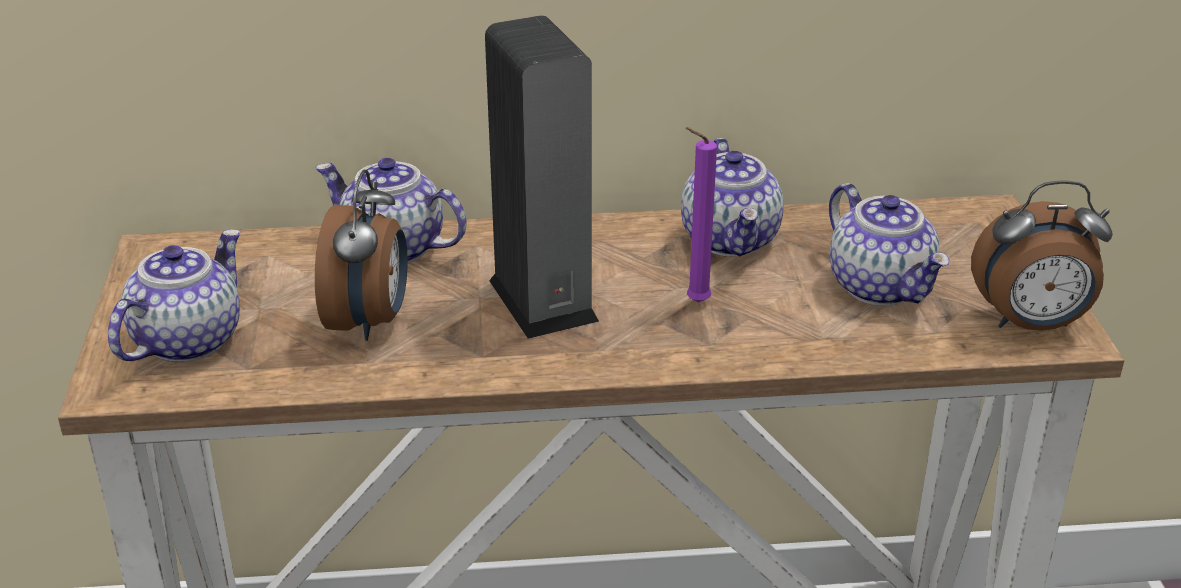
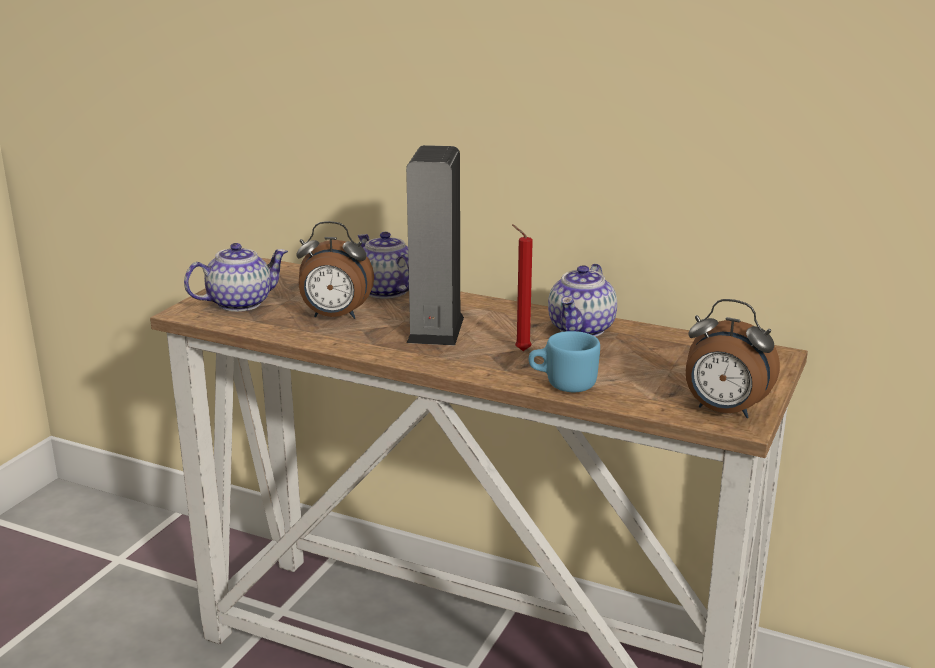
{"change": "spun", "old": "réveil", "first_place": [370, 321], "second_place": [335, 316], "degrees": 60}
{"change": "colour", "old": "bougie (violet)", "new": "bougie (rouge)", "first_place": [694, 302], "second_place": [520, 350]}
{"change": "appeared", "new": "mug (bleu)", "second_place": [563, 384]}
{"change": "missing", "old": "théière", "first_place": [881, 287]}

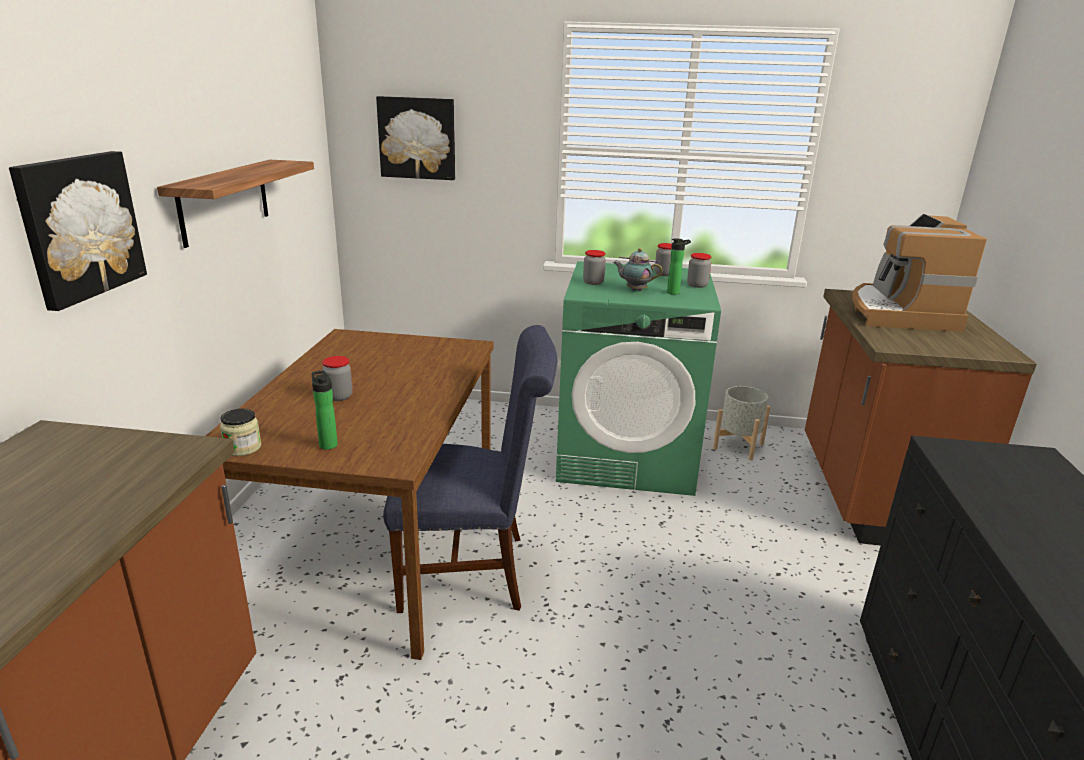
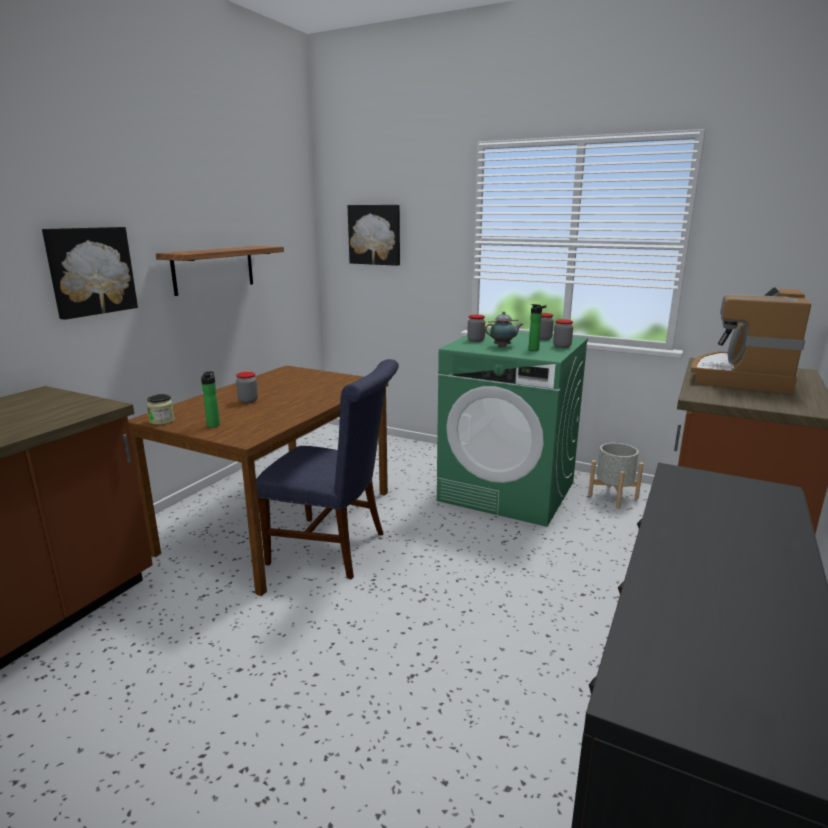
{"change": "spun", "old": "théière", "first_place": [634, 290], "second_place": [503, 346], "degrees": 120}

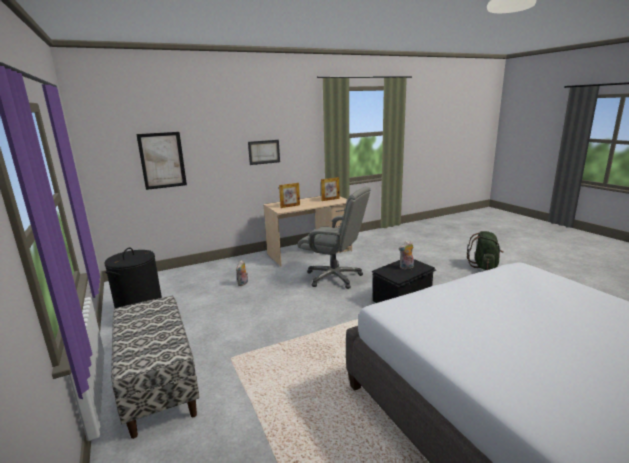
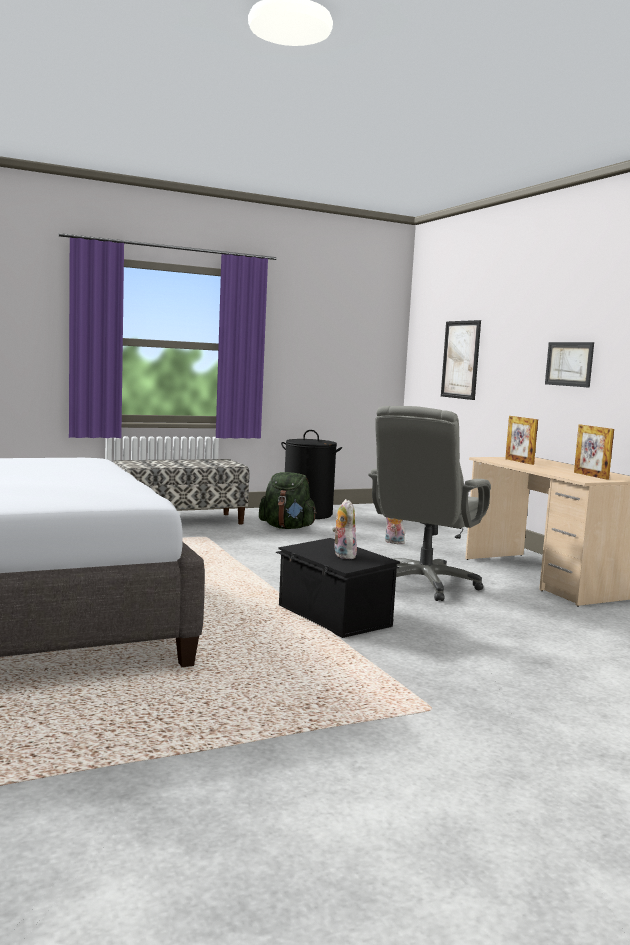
{"change": "relocated", "old": "sac à dos (vert)", "first_place": [484, 266], "second_place": [287, 527]}

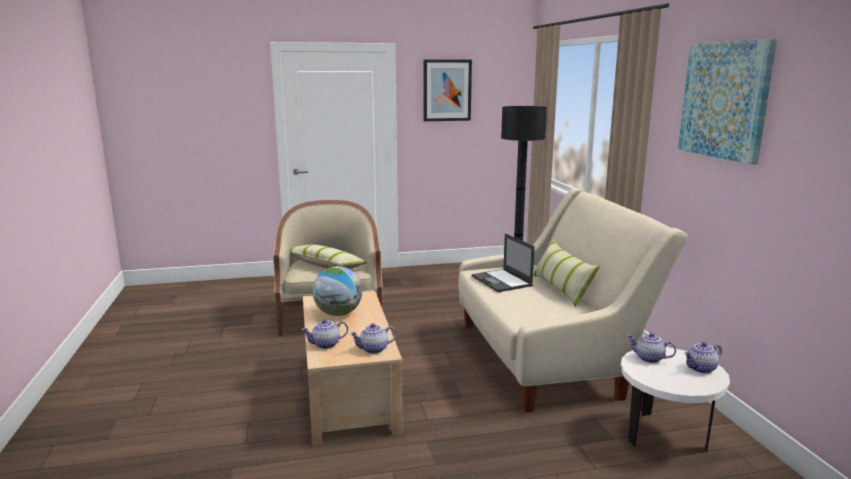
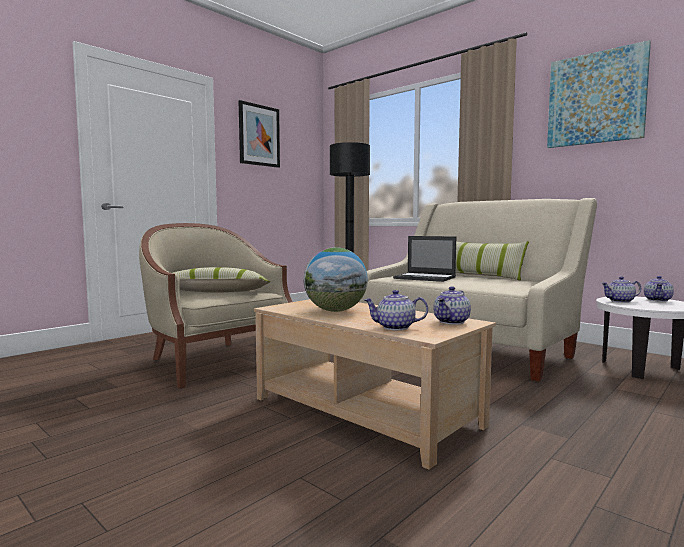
{"change": "spun", "old": "théière", "first_place": [326, 345], "second_place": [395, 327], "degrees": 60}

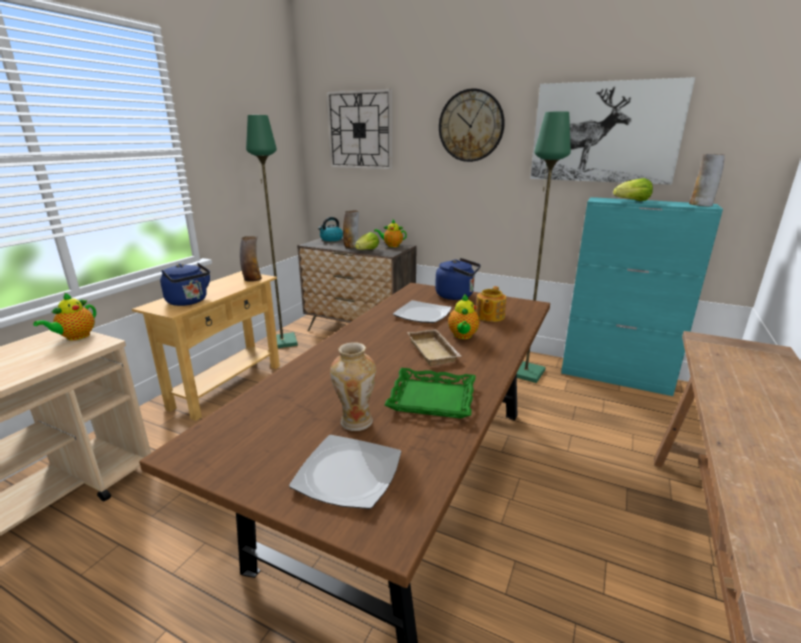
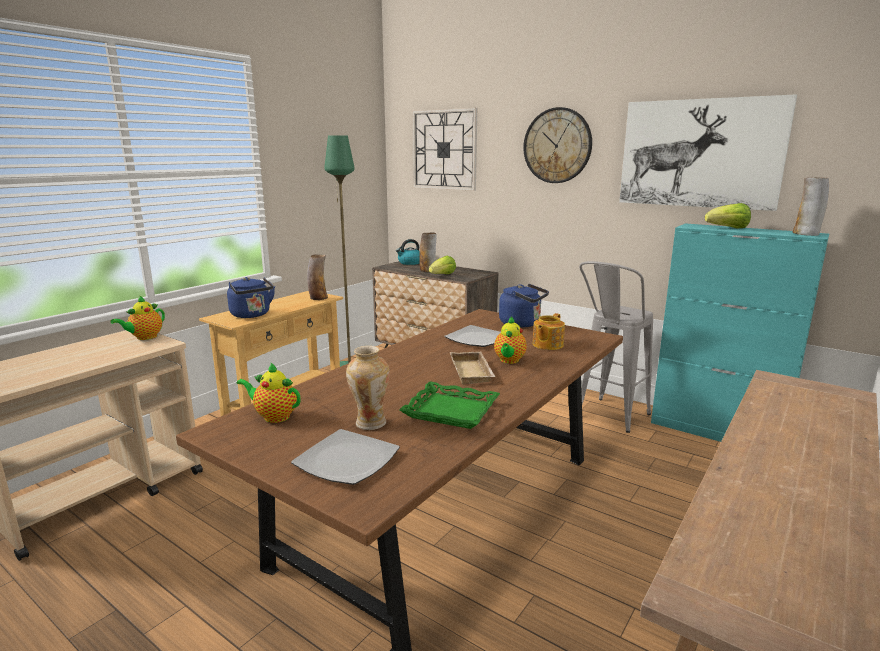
{"change": "relocated", "old": "théière", "first_place": [391, 245], "second_place": [274, 416]}
{"change": "exchanged", "old": "lampadaire (vert)", "new": "tabouret (gris)", "first_place": [525, 372], "second_place": [608, 419]}

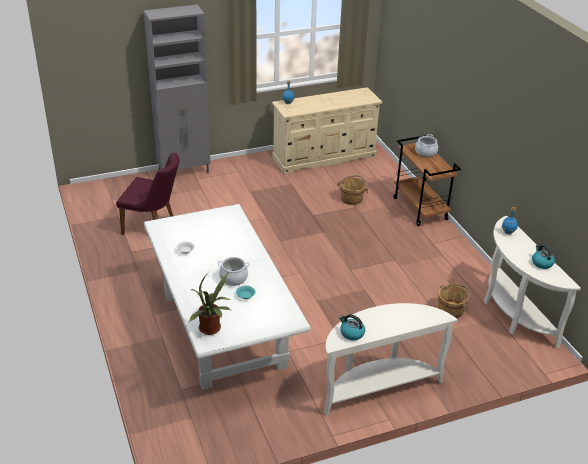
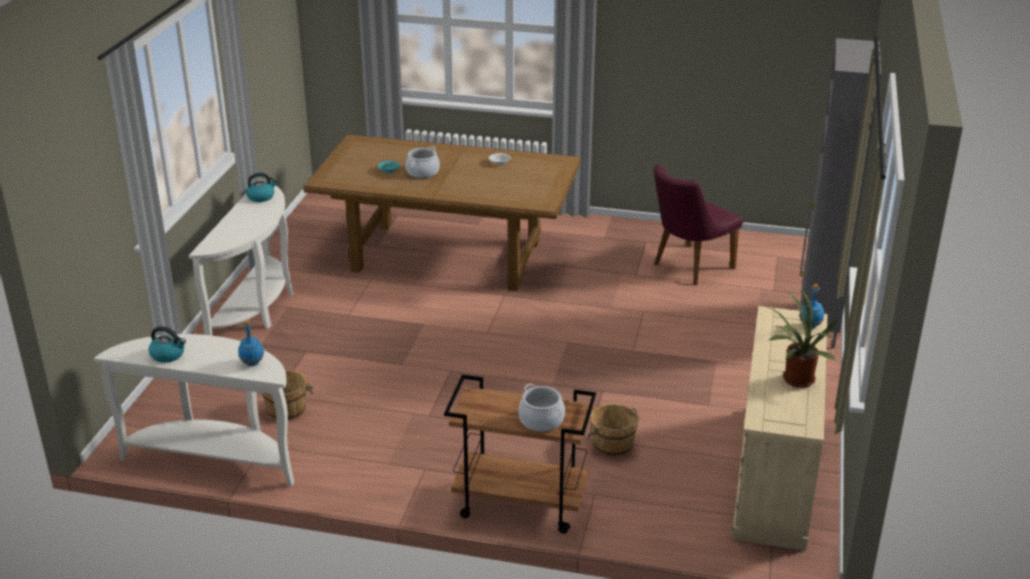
{"change": "colour", "old": "table à manger (blanc)", "new": "table à manger (marron)", "first_place": [223, 331], "second_place": [446, 256]}
{"change": "relocated", "old": "plante en pot", "first_place": [211, 329], "second_place": [795, 380]}

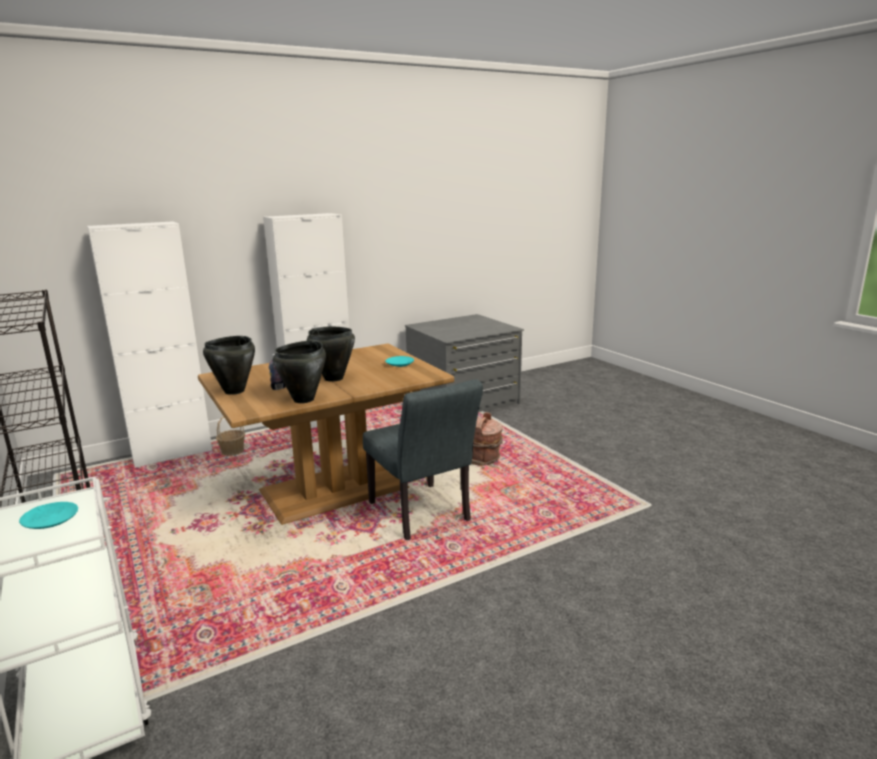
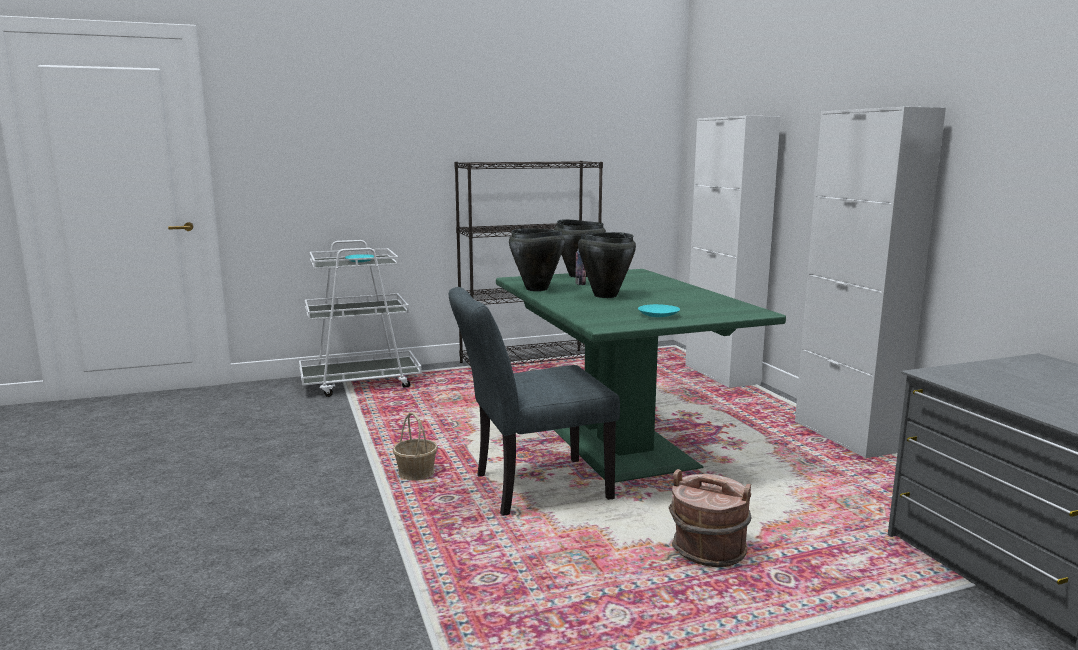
{"change": "relocated", "old": "panier", "first_place": [232, 451], "second_place": [416, 474]}
{"change": "colour", "old": "table à manger (marron)", "new": "table à manger (vert)", "first_place": [333, 489], "second_place": [619, 443]}

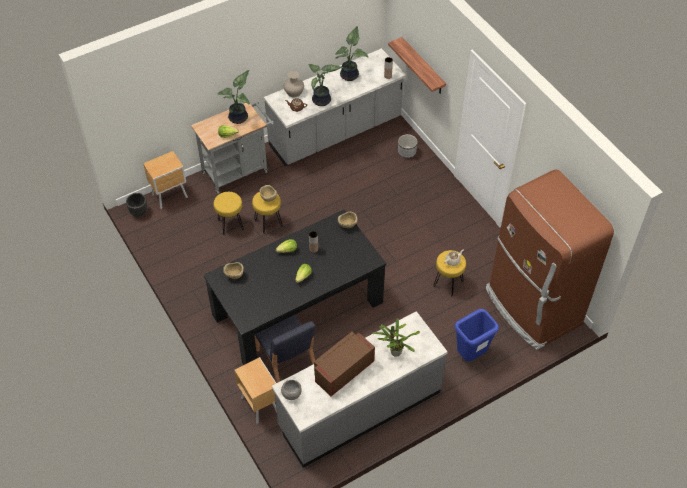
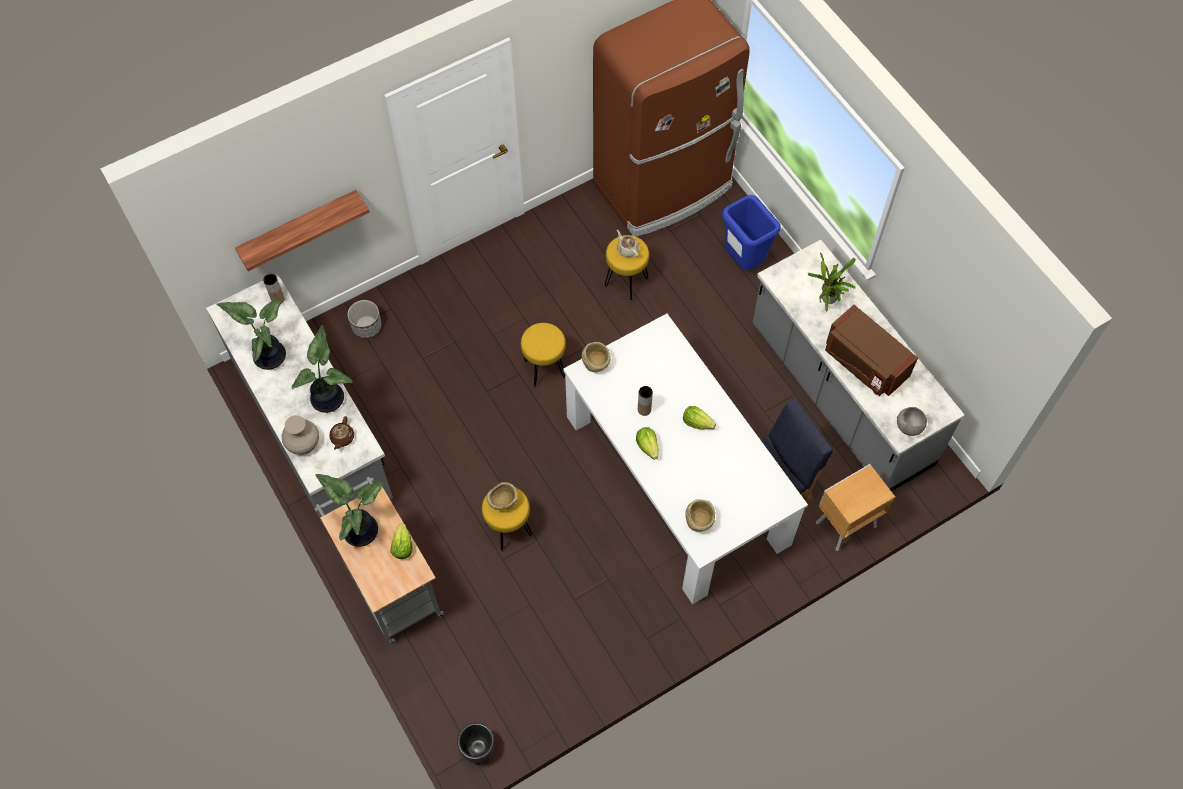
{"change": "relocated", "old": "tabouret (jaune)", "first_place": [231, 225], "second_place": [545, 368]}
{"change": "colour", "old": "table à manger (noir)", "new": "table à manger (blanc)", "first_place": [297, 308], "second_place": [676, 479]}
{"change": "missing", "old": "table de chevet (marron)", "first_place": [170, 196]}

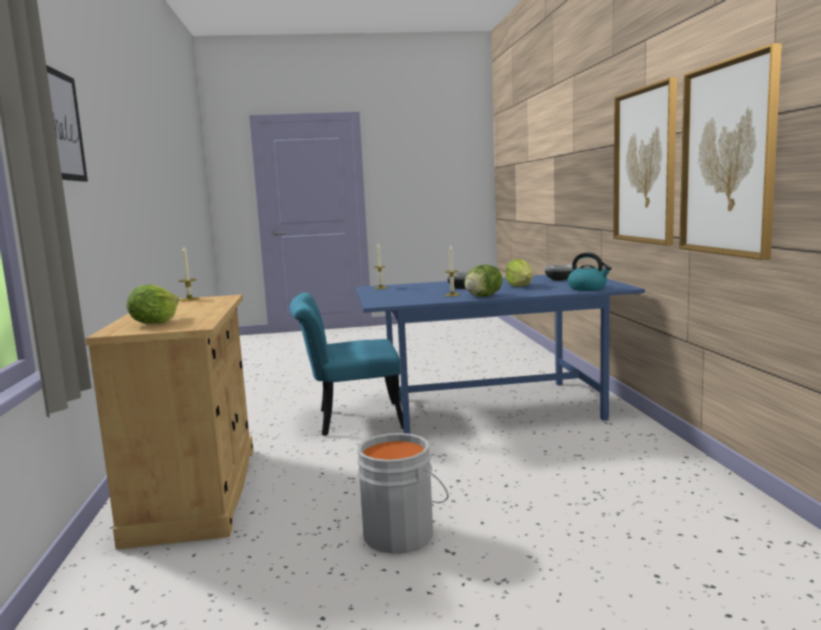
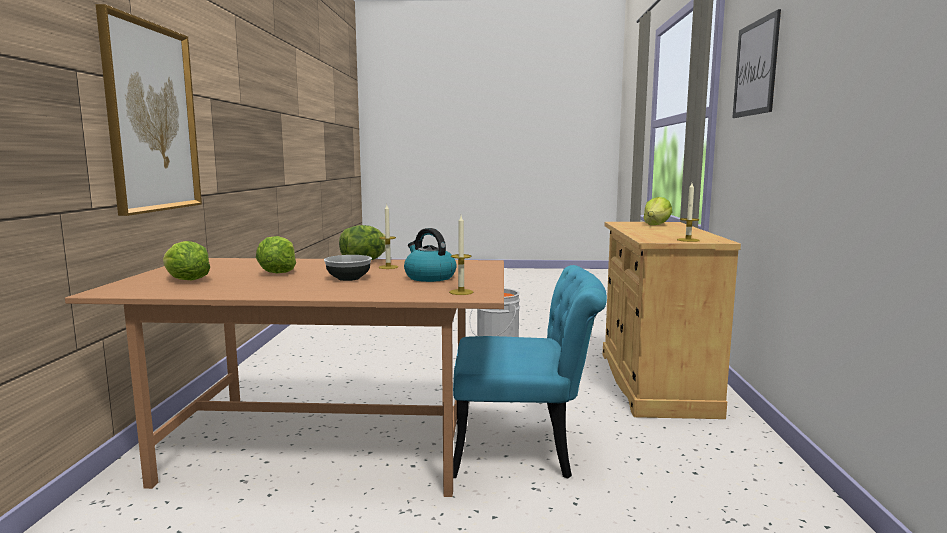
{"change": "colour", "old": "table à manger (bleu)", "new": "table à manger (marron)", "first_place": [492, 407], "second_place": [323, 444]}
{"change": "exchanged", "old": "bol", "new": "laitue", "first_place": [559, 279], "second_place": [186, 280]}
{"change": "relocated", "old": "bouilloire", "first_place": [588, 288], "second_place": [429, 277]}
{"change": "missing", "old": "tableau", "first_place": [727, 159]}

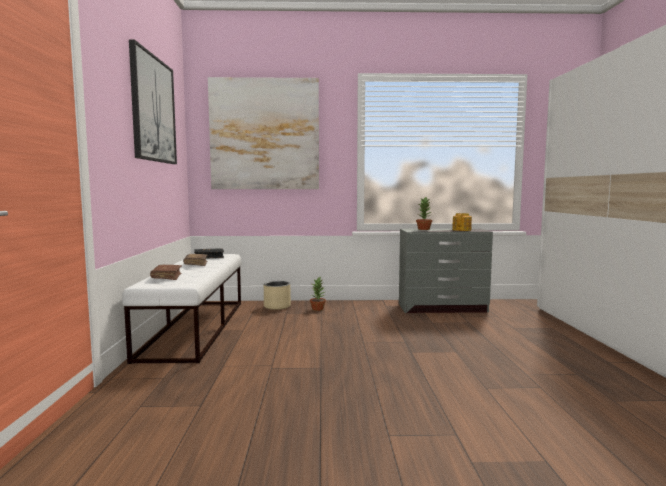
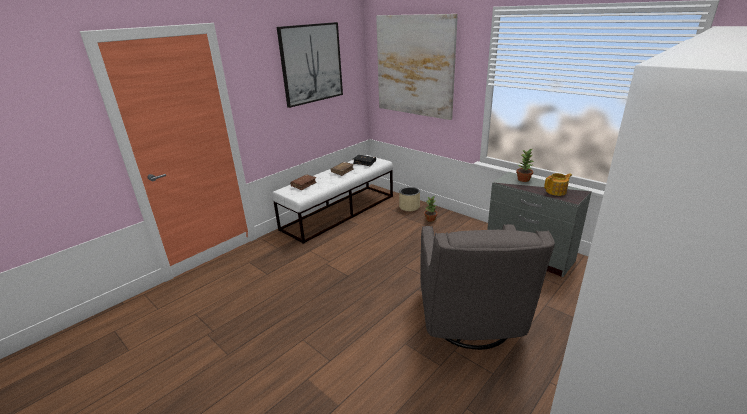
{"change": "appeared", "new": "fauteuil (gris)", "second_place": [471, 323]}

